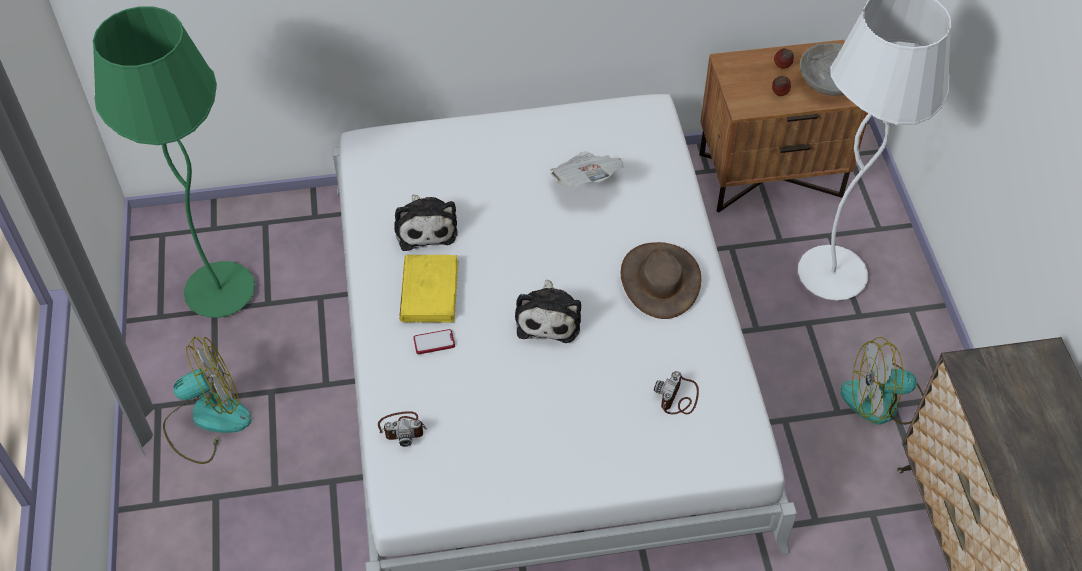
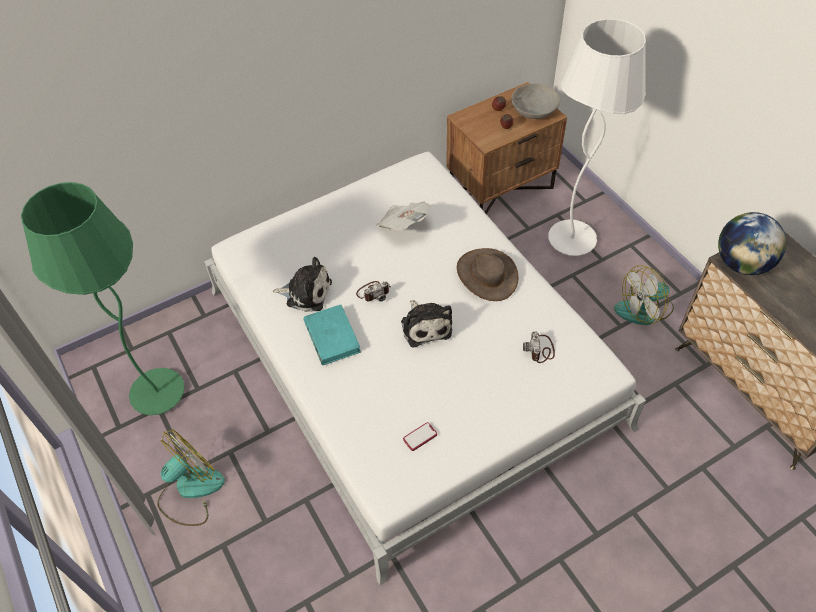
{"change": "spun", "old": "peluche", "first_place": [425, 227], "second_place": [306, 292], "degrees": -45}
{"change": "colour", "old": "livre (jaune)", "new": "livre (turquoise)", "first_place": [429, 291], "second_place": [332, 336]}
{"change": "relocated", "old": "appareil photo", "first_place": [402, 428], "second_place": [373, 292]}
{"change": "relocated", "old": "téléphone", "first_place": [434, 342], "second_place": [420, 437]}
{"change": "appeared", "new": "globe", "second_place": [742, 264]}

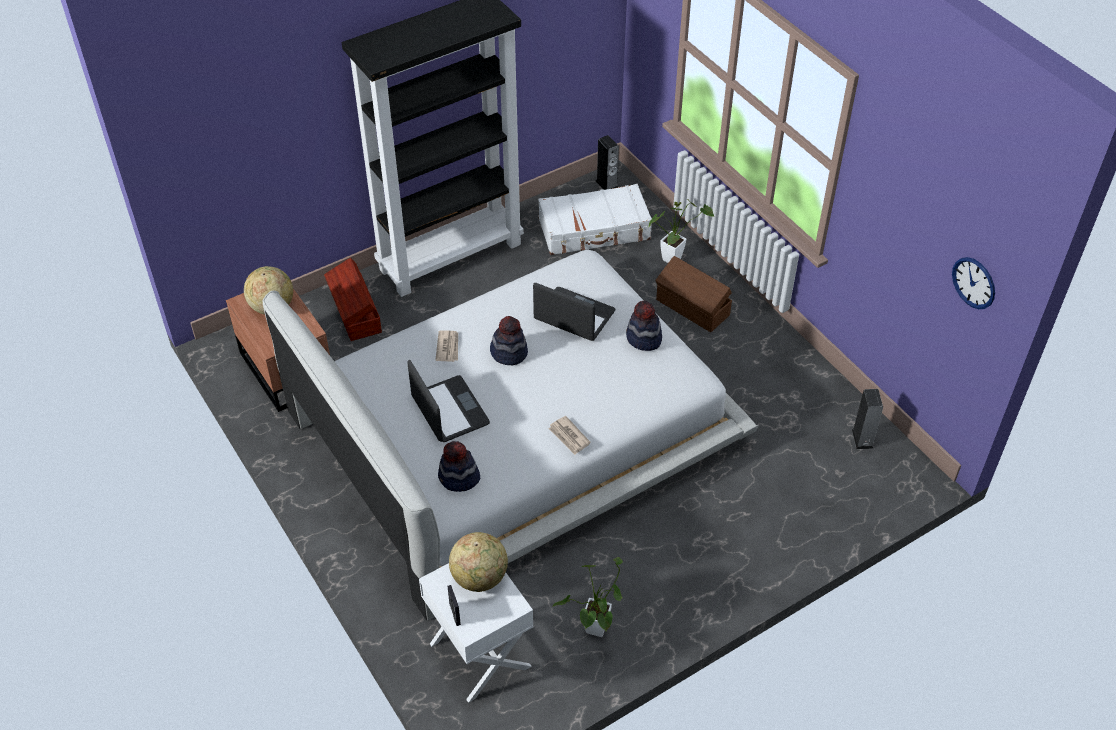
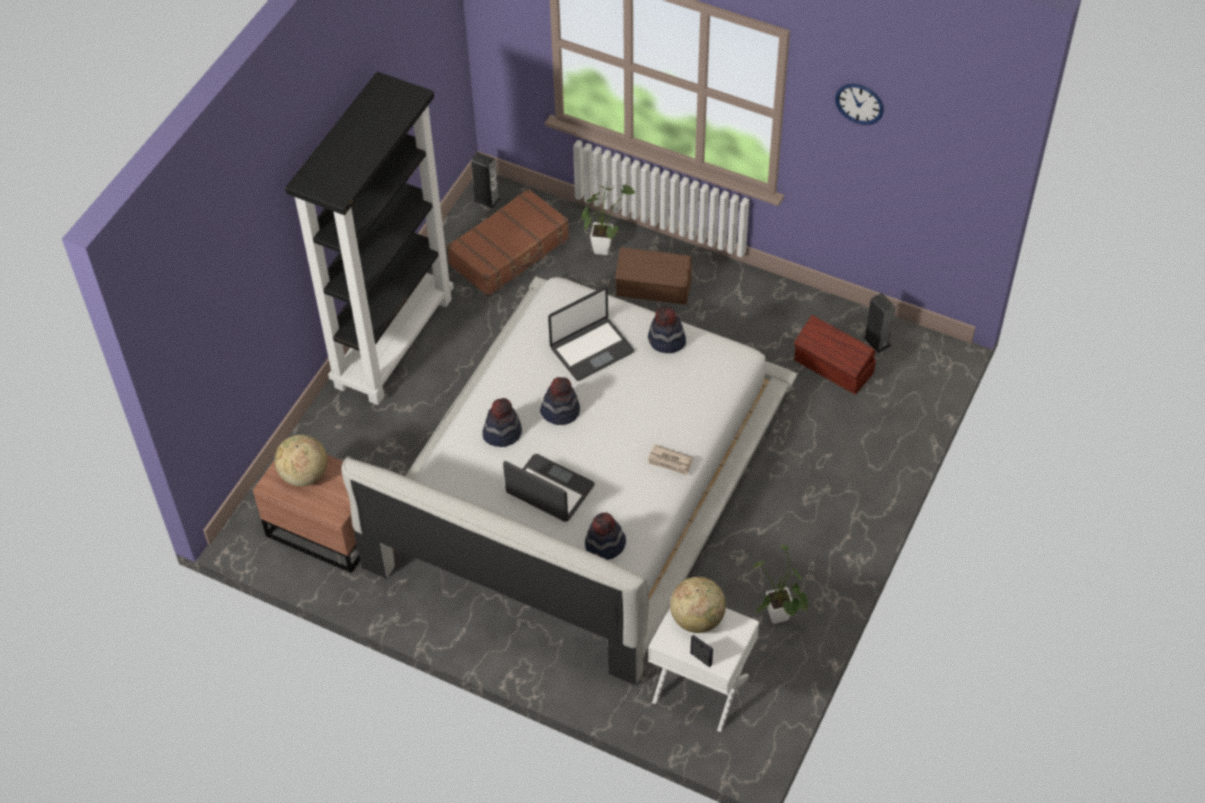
{"change": "colour", "old": "valise (blanc)", "new": "valise (marron)", "first_place": [594, 230], "second_place": [510, 252]}
{"change": "exchanged", "old": "journal", "new": "chapeau", "first_place": [448, 347], "second_place": [502, 433]}
{"change": "spun", "old": "ordinateur portable", "first_place": [574, 316], "second_place": [591, 349], "degrees": 150}
{"change": "relocated", "old": "boîte de rangement (marron)", "first_place": [355, 314], "second_place": [833, 368]}
{"change": "relocated", "old": "horloge murale", "first_place": [974, 283], "second_place": [859, 103]}

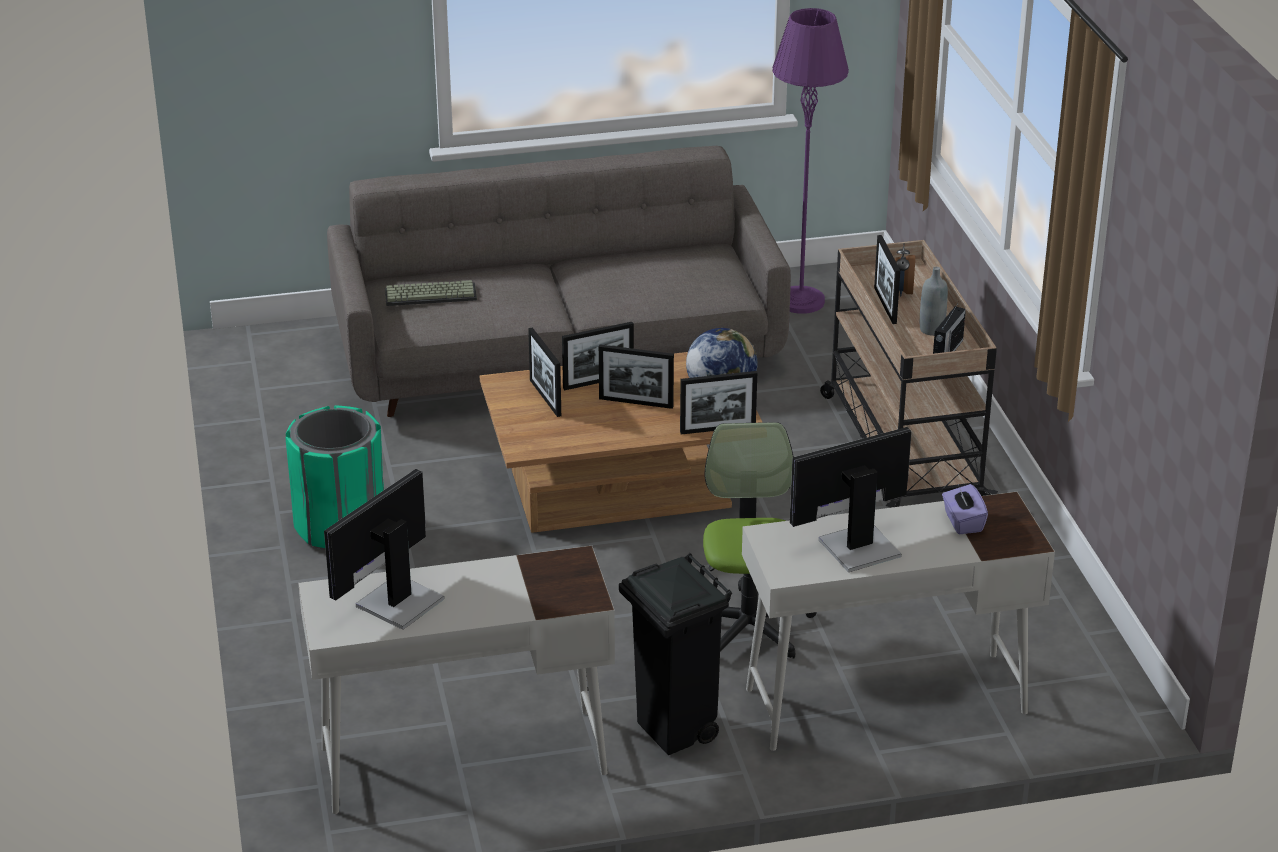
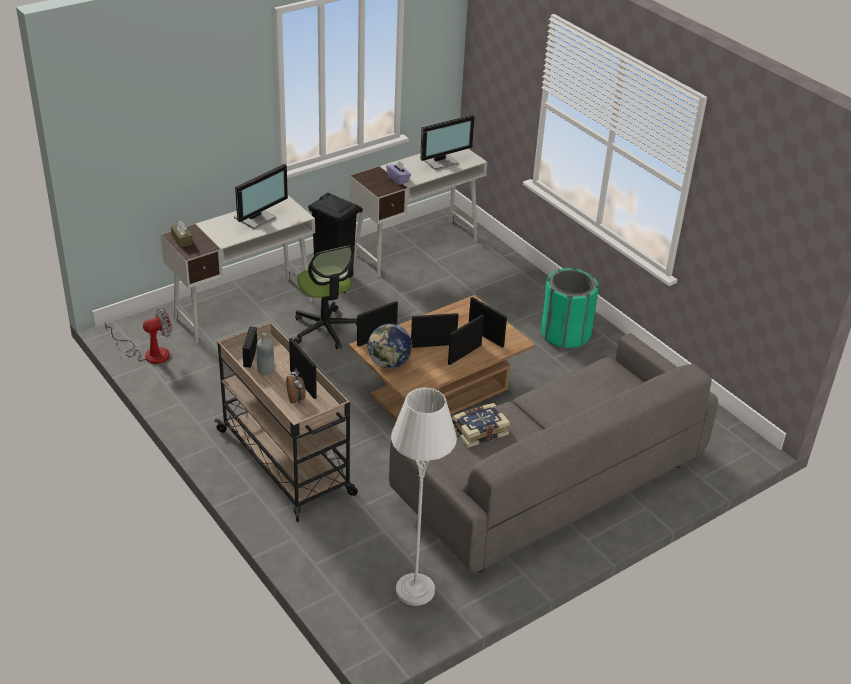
{"change": "appeared", "new": "ventilateur", "second_place": [149, 353]}
{"change": "appeared", "new": "boîte à mouchoirs (marron)", "second_place": [182, 240]}
{"change": "relocated", "old": "boîte à mouchoirs (violet)", "first_place": [962, 522], "second_place": [398, 179]}
{"change": "colour", "old": "lampadaire (violet)", "new": "lampadaire (blanc)", "first_place": [800, 301], "second_place": [415, 590]}
{"change": "spun", "old": "écran d'ordinateur", "first_place": [396, 602], "second_place": [441, 161], "degrees": 45}
{"change": "appeared", "new": "livre", "second_place": [479, 431]}
{"change": "missing", "old": "clavier", "first_place": [431, 294]}

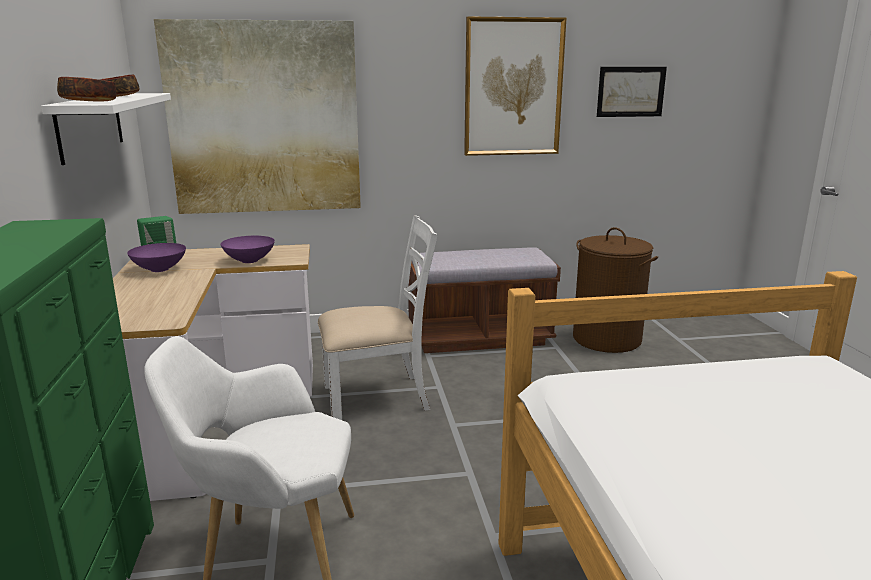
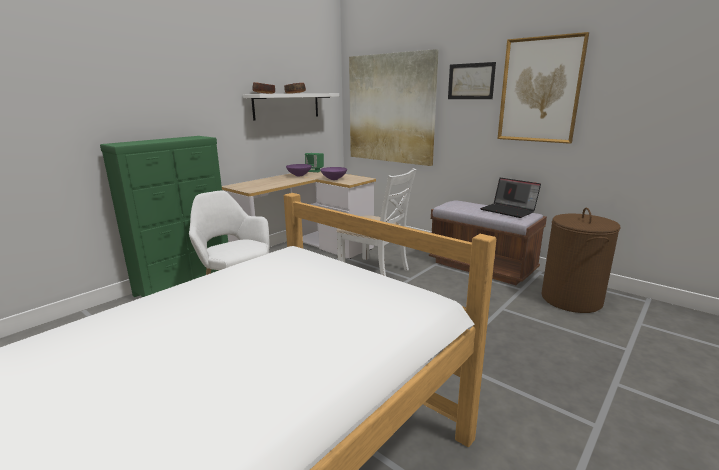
{"change": "relocated", "old": "tableau", "first_place": [631, 91], "second_place": [471, 81]}
{"change": "appeared", "new": "ordinateur portable", "second_place": [509, 210]}

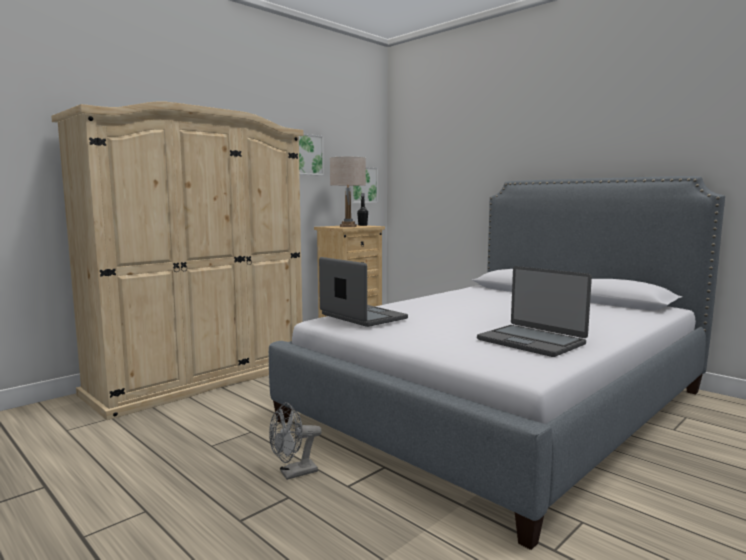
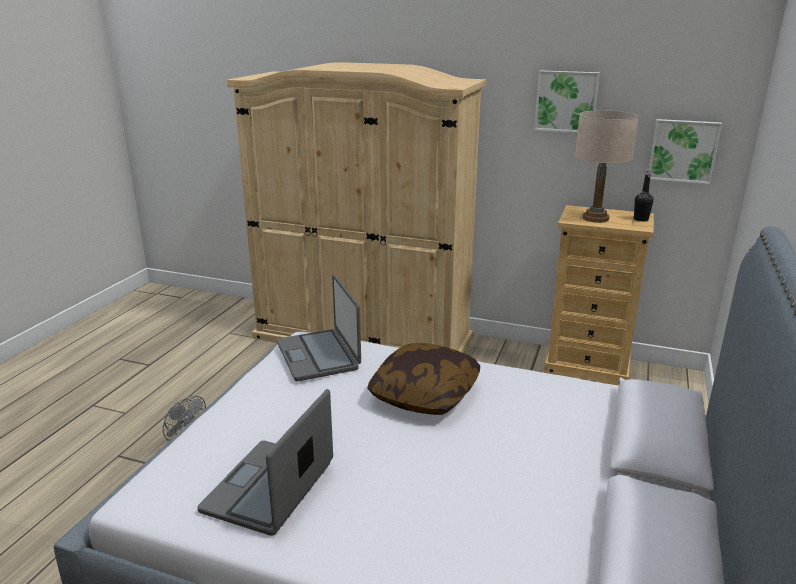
{"change": "spun", "old": "ordinateur portable", "first_place": [362, 317], "second_place": [319, 355], "degrees": 135}
{"change": "appeared", "new": "coussin", "second_place": [424, 395]}

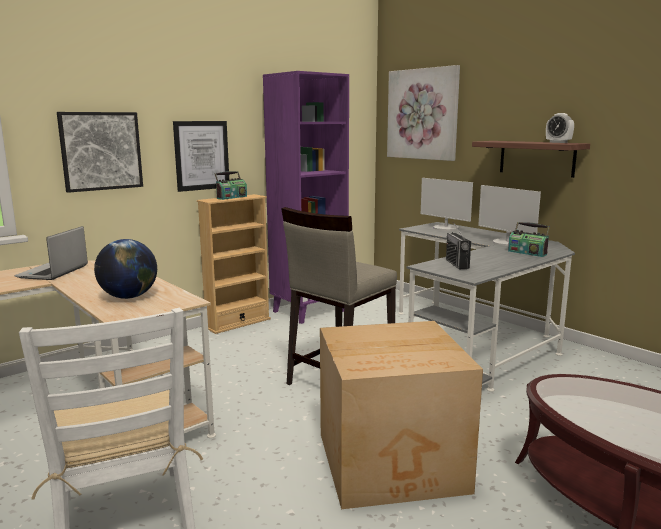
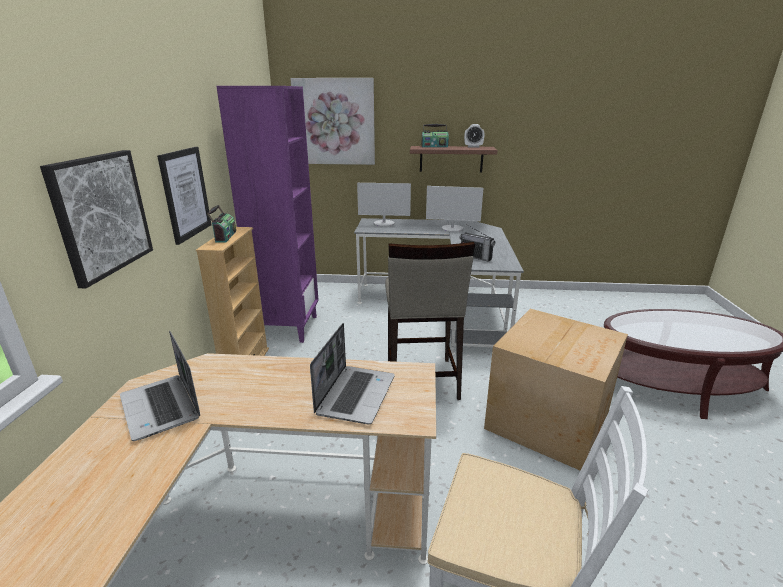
{"change": "exchanged", "old": "globe", "new": "ordinateur portable", "first_place": [129, 297], "second_place": [355, 394]}
{"change": "relocated", "old": "radio", "first_place": [527, 253], "second_place": [434, 146]}

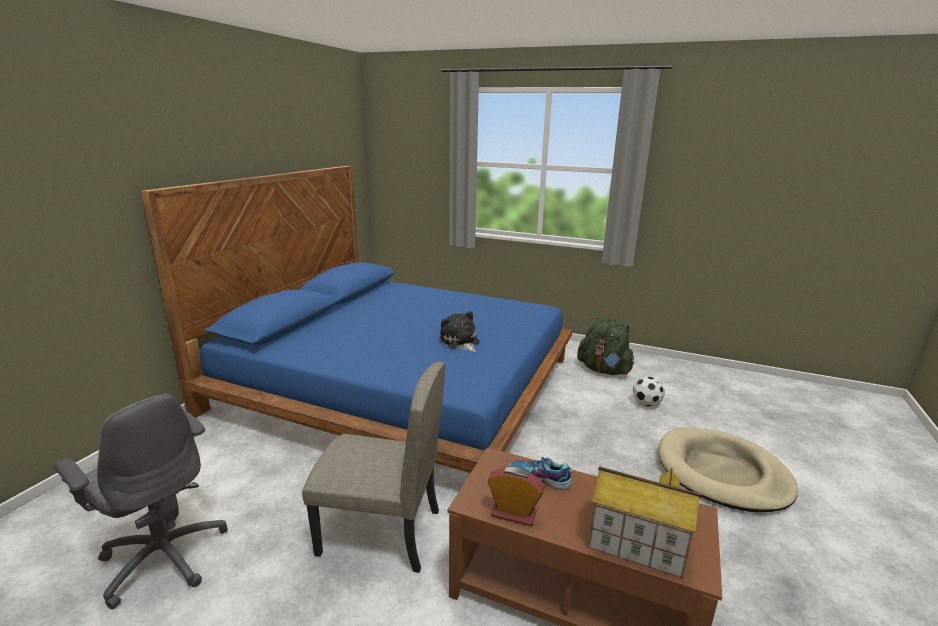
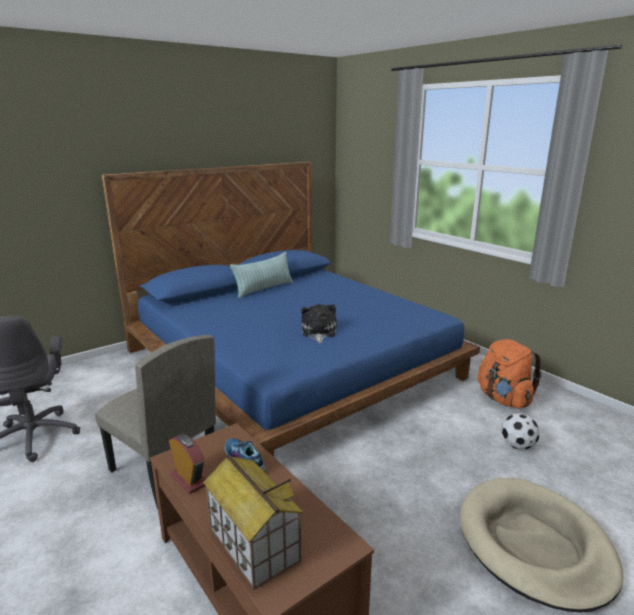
{"change": "appeared", "new": "coussin", "second_place": [264, 289]}
{"change": "colour", "old": "sac à dos (vert)", "new": "sac à dos (orange)", "first_place": [604, 370], "second_place": [503, 399]}

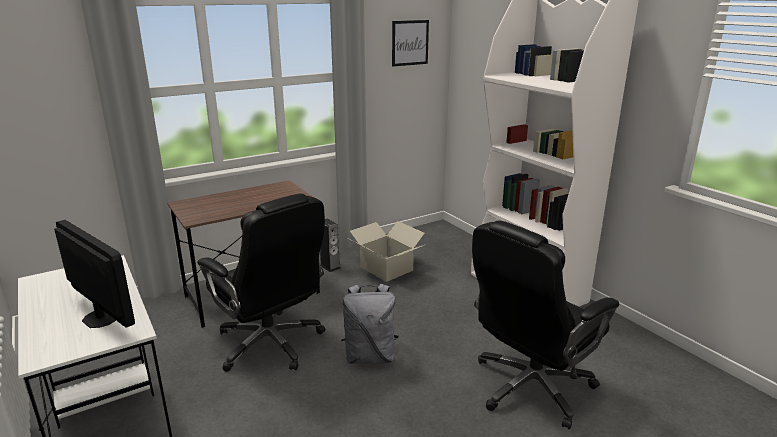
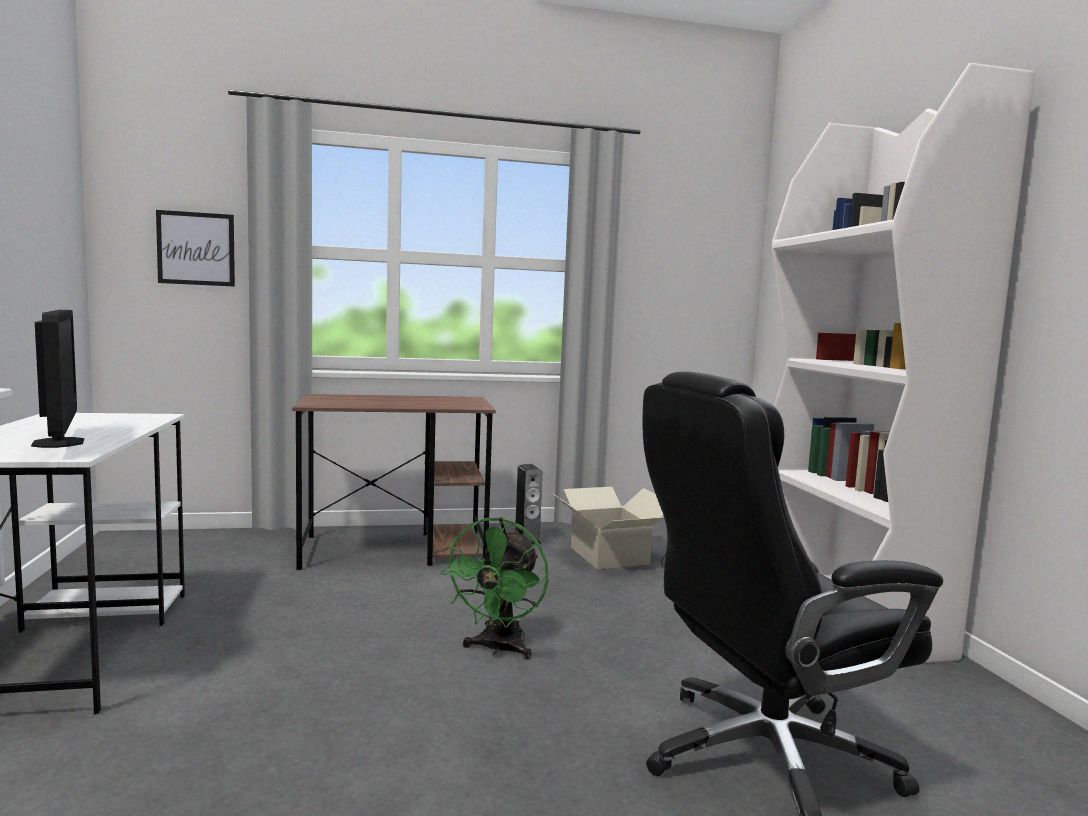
{"change": "relocated", "old": "tableau", "first_place": [410, 43], "second_place": [196, 248]}
{"change": "exchanged", "old": "sac à dos (gris)", "new": "ventilateur (vert)", "first_place": [370, 356], "second_place": [498, 649]}
{"change": "missing", "old": "chaise de bureau (noir)", "first_place": [271, 344]}

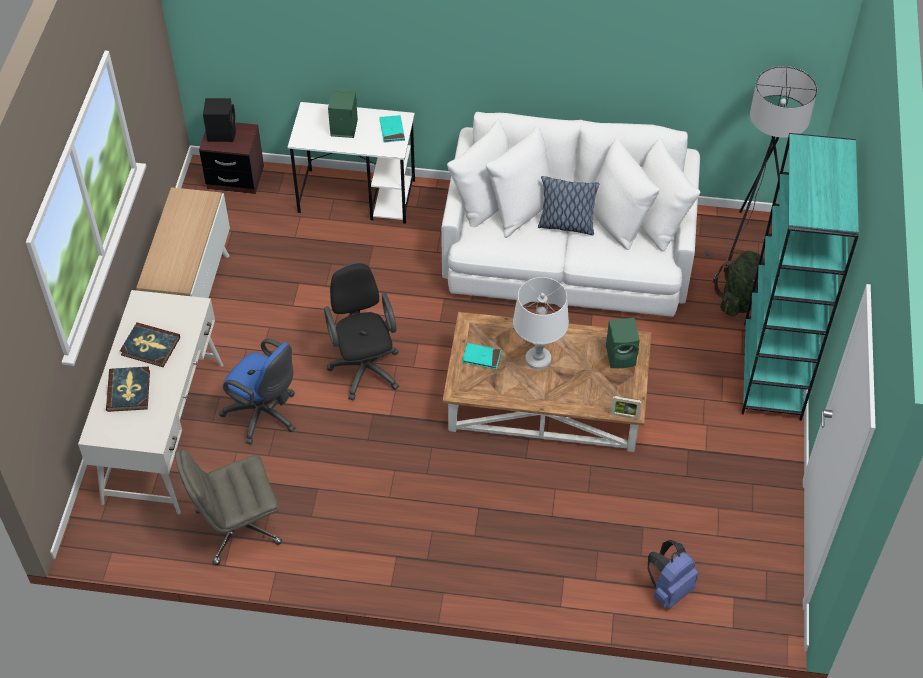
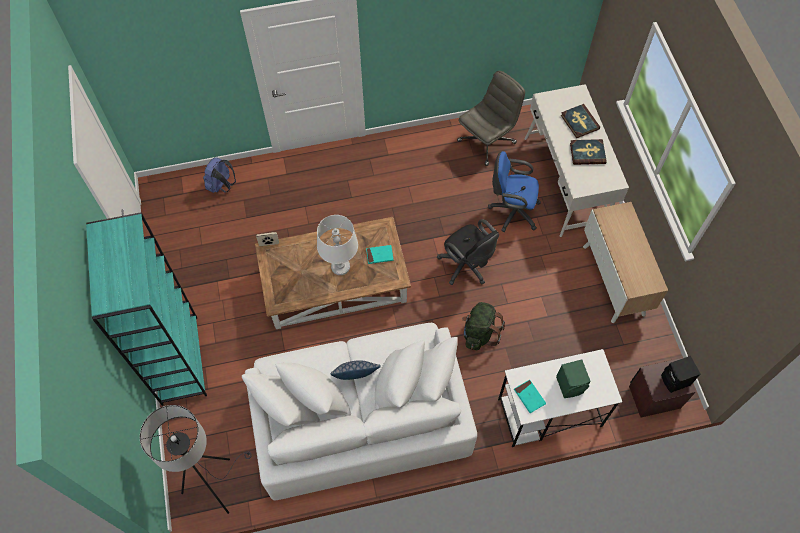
{"change": "relocated", "old": "sac à dos (vert)", "first_place": [740, 299], "second_place": [479, 333]}
{"change": "missing", "old": "enceinte (vert)", "first_place": [622, 356]}

